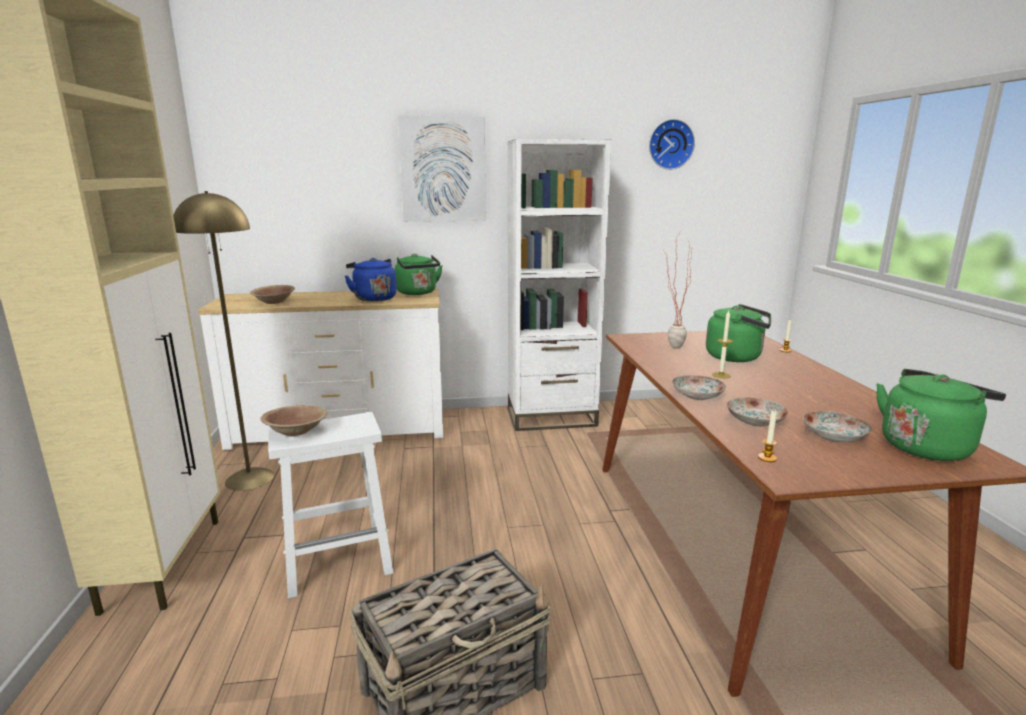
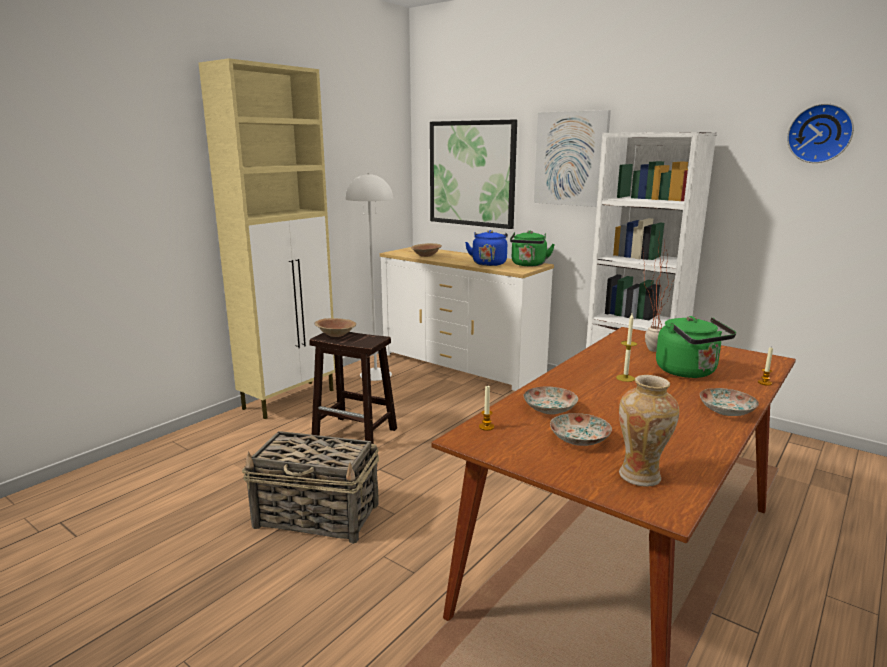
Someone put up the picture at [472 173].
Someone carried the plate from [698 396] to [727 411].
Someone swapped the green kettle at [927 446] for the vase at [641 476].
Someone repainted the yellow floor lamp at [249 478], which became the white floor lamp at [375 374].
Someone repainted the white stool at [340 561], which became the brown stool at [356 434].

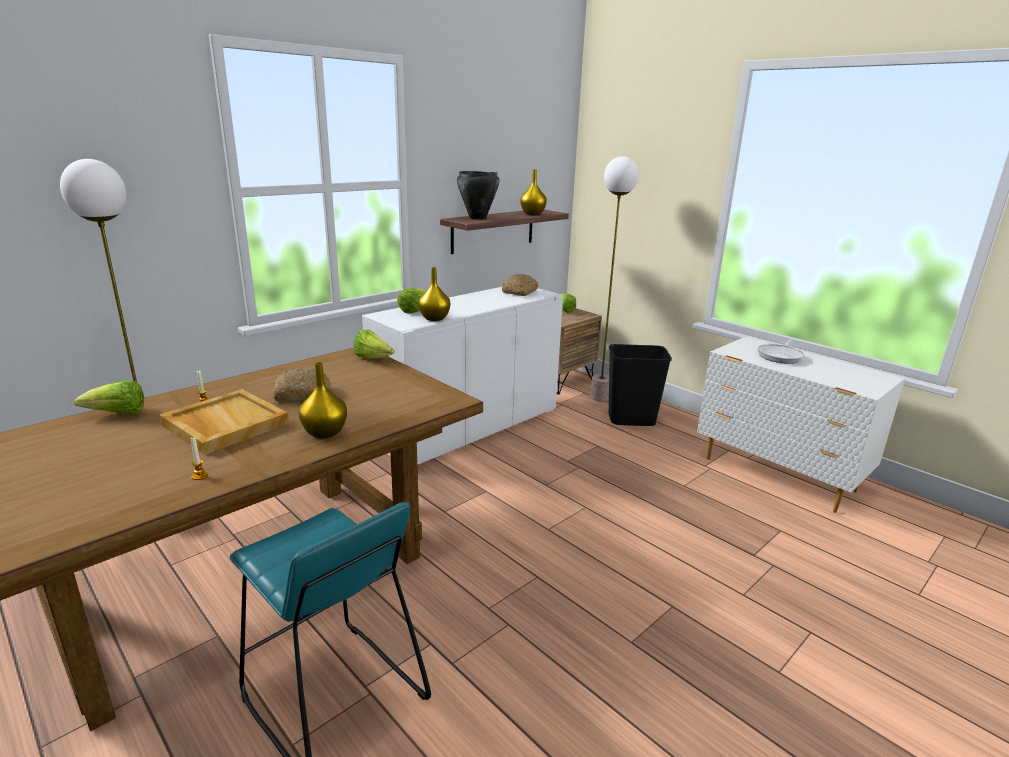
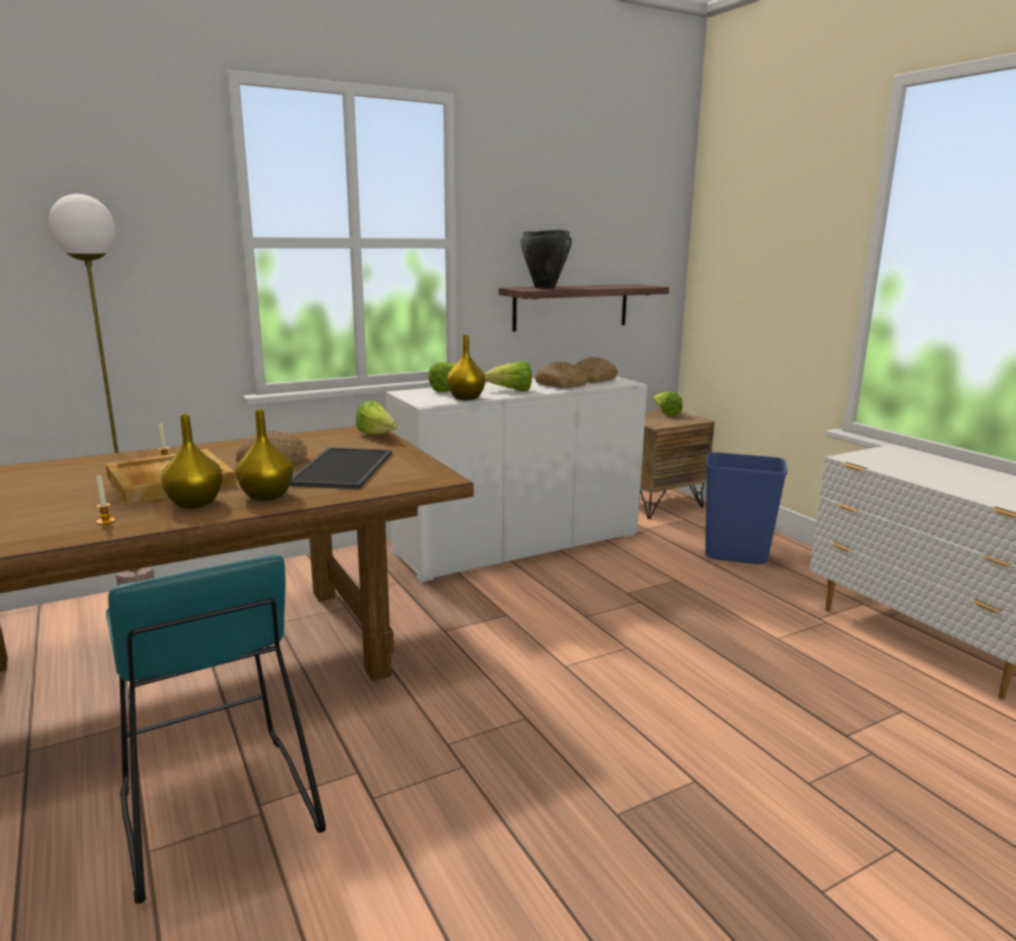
Someone took away the floor lamp at [599 397].
Someone took away the frying pan at [780 356].
Someone put down the tray at [341 468].
Someone put down the bread at [561 385].
Someone carried the lettuce from [118 414] to [511 391].
Someone carried the yellow vase from [533 214] to [194 504].
Someone repainted the black trash can at [631 420], which became the blue trash can at [736 555].

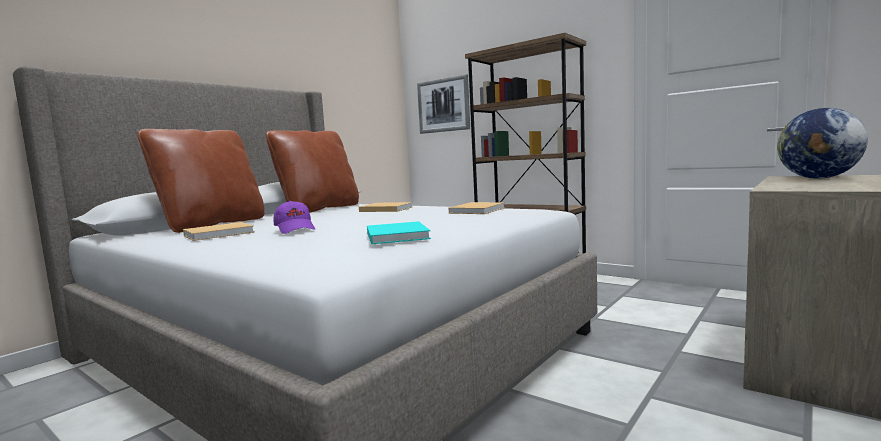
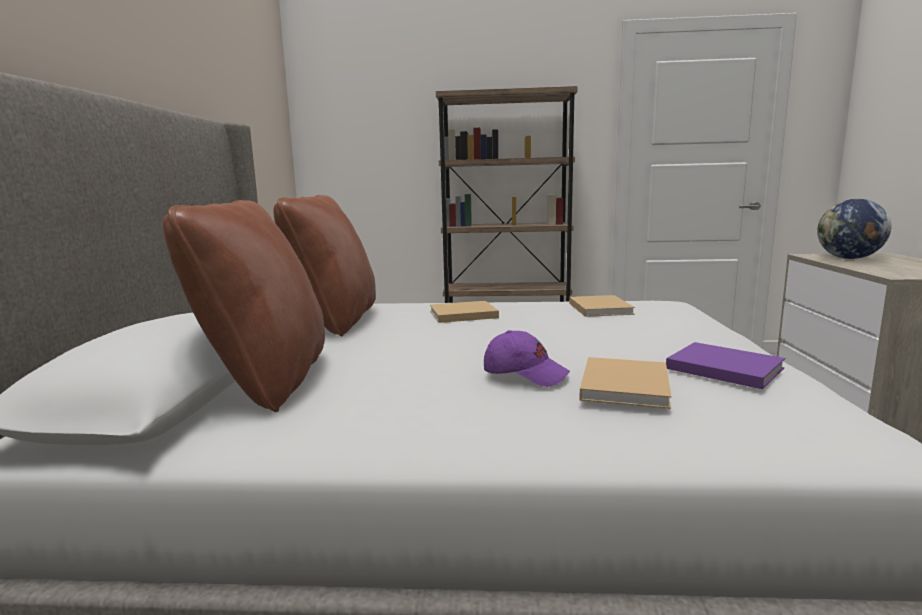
Someone took away the picture at [443 105].
Someone carried the beige book from [221 233] to [625 384].
Someone repainted the turquoise book at [396 235], which became the purple book at [721 367].

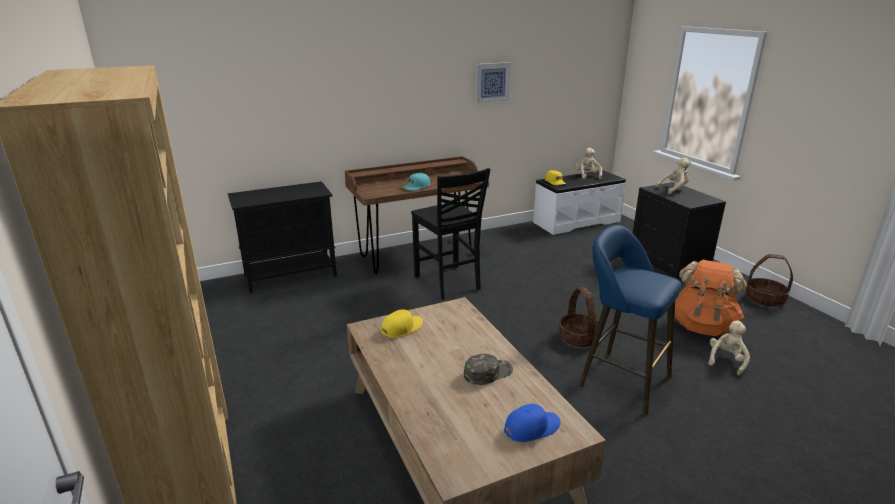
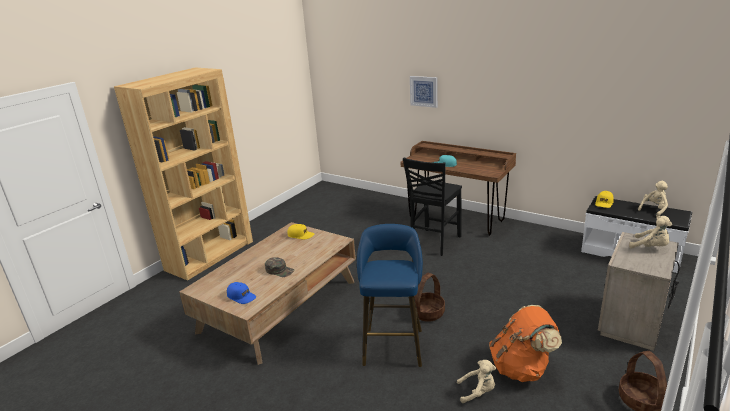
Someone took away the black cabinet at [291 275].
Someone carried the picture from [492 82] to [424 91].
Someone repainted the black nightstand at [669 261], which became the beige nightstand at [632 322].

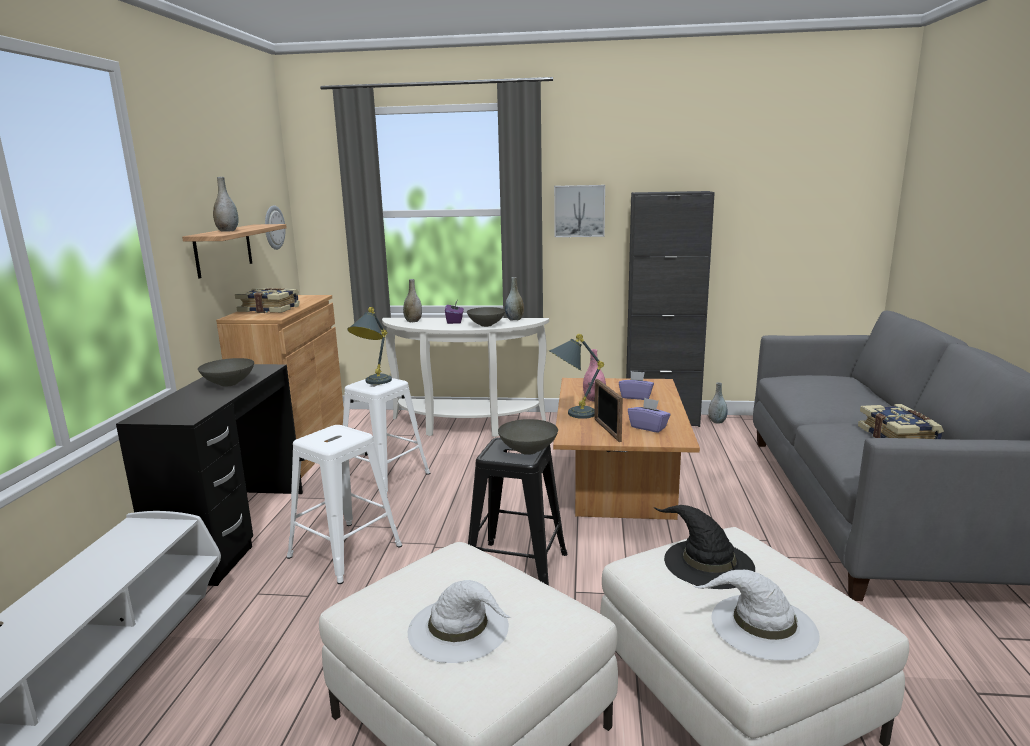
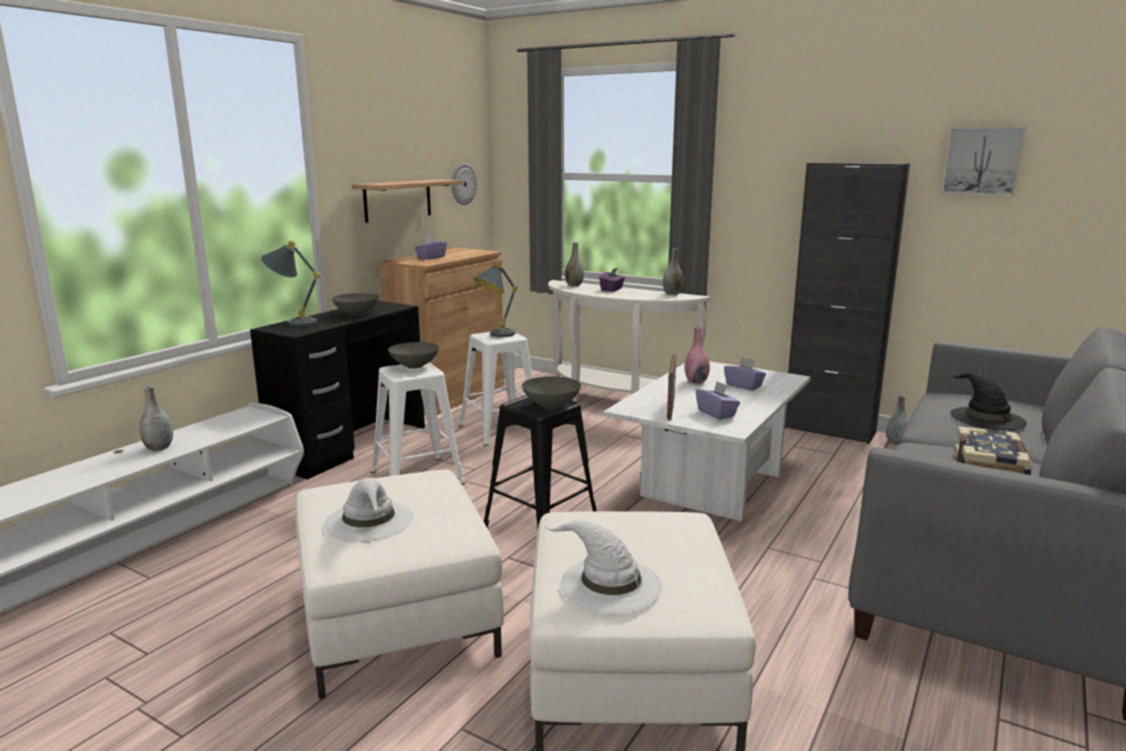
Someone carried the grey vase from [228 231] to [159 448].
Someone carried the grey bowl from [486 325] to [414 366].
Someone carried the grey table lamp from [571 415] to [292 323].
Someone carried the picture from [579 211] to [982 161].
Someone carried the black hat from [707 563] to [986 418].
Someone swapped the book at [270 309] for the purple tissue box at [431 257].
Someone repainted the brown coffee table at [618 490], which became the white coffee table at [708 483].

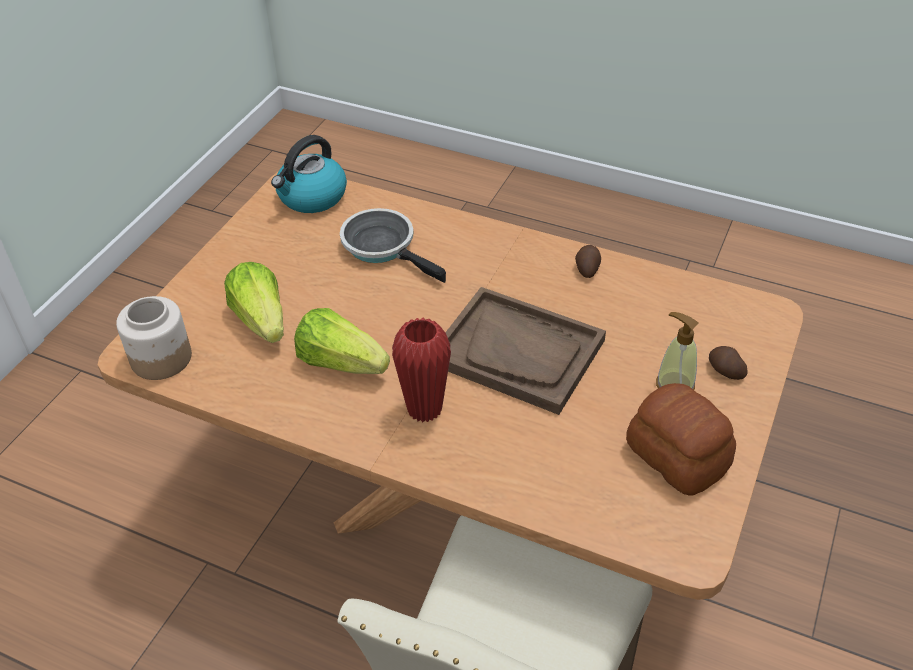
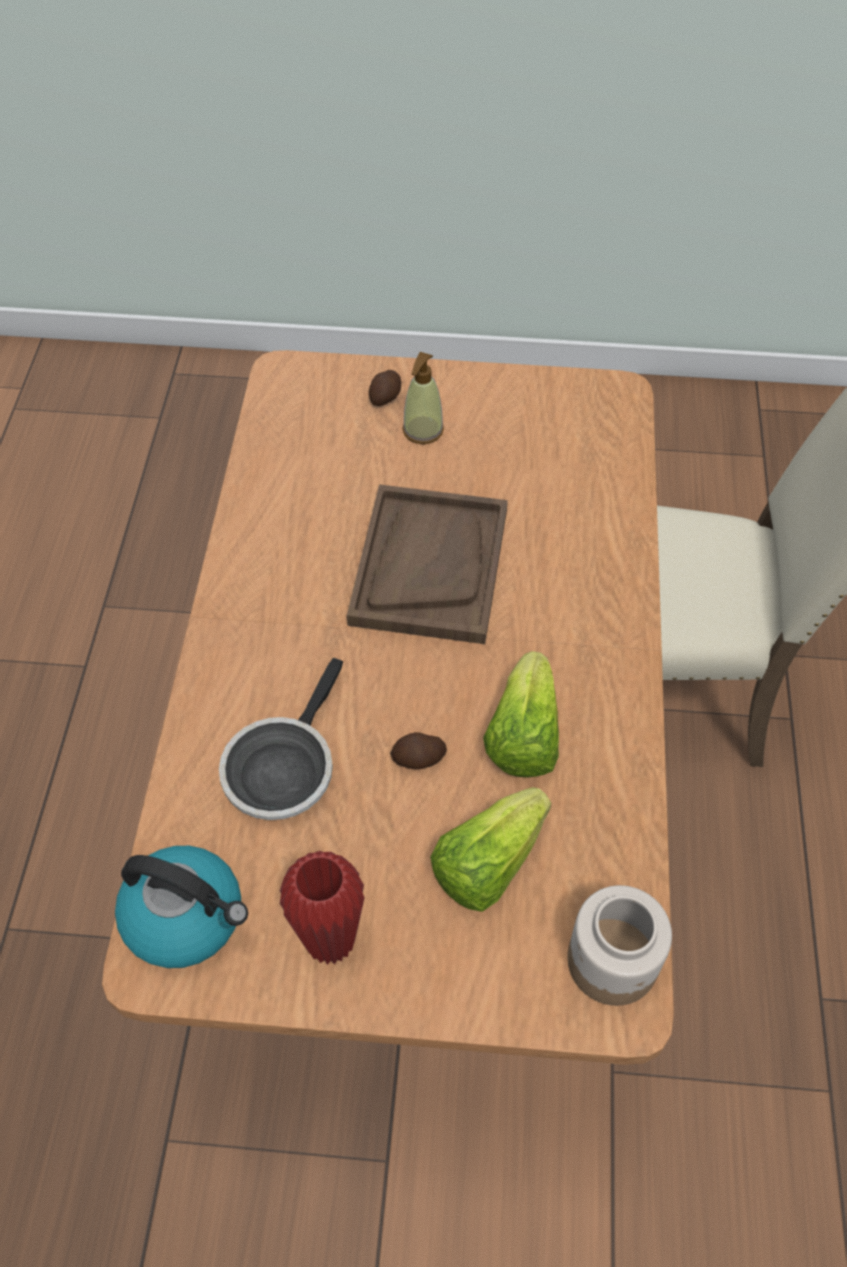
Someone took away the bread at [677 455].
Someone carried the red vase from [424 409] to [330 941].
Someone carried the potato from [587 268] to [419 759].

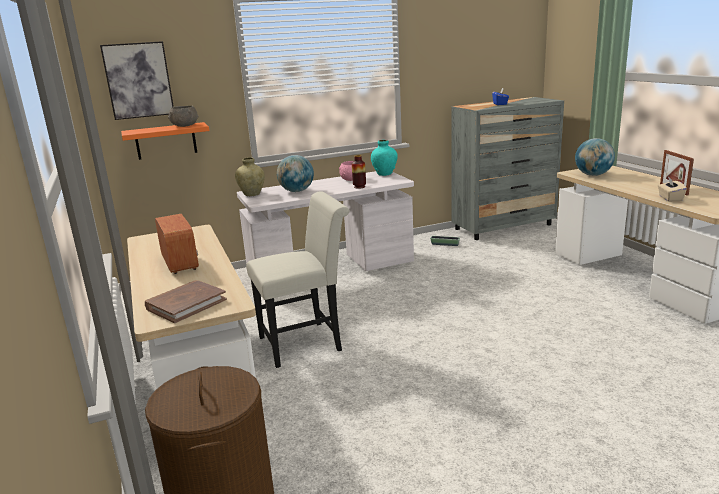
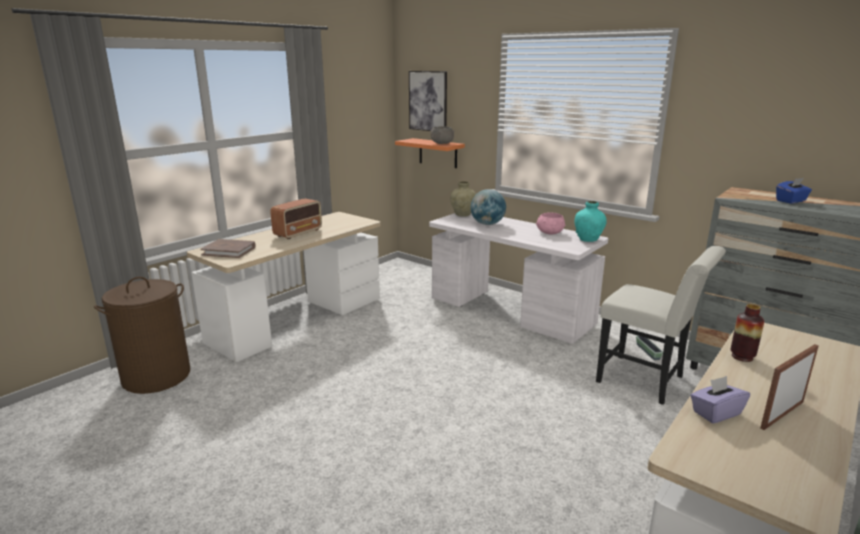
Someone took away the globe at [593 175].
Someone carried the white chair from [306 342] to [646 381].
Someone carried the vase from [359 187] to [742 357].
Someone repainted the beige tissue box at [670 198], which became the purple tissue box at [715 413].

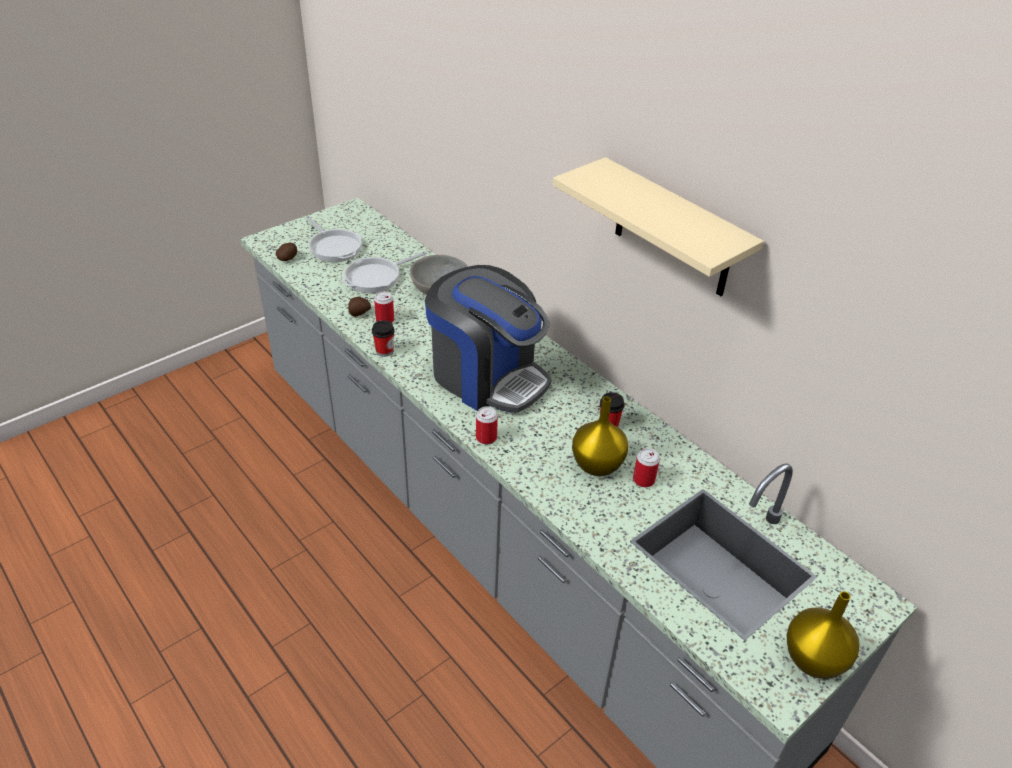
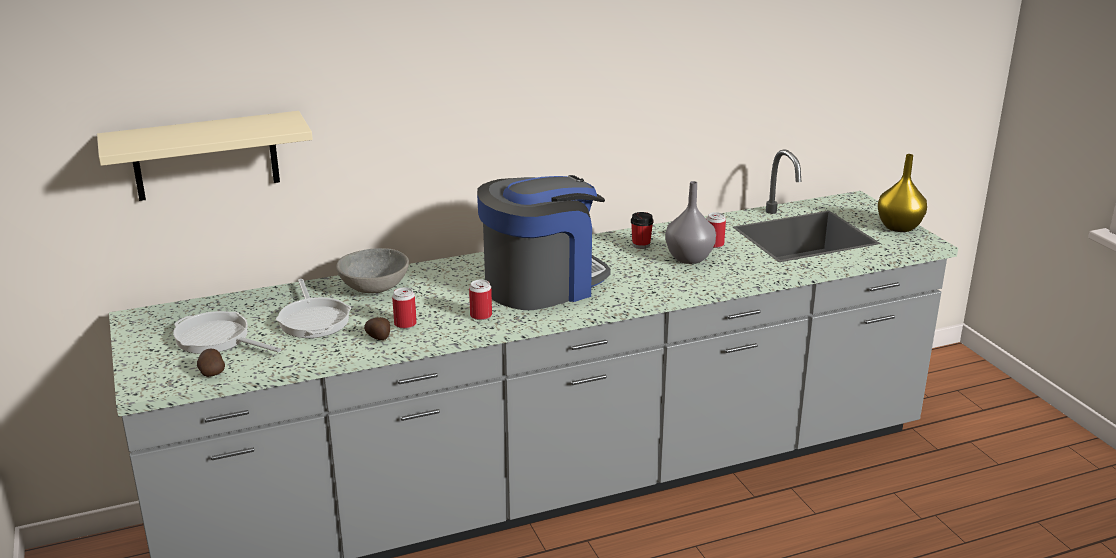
Someone took away the cup at [384 351].
Someone carried the can from [486 437] to [481 315].
Someone carried the beige shelf from [673 230] to [205 156].
Someone repainted the yellow vase at [598 465], which became the grey vase at [689 258].
Someone rotated the frying pan at [334 247] by 135 degrees counterclockwise.

